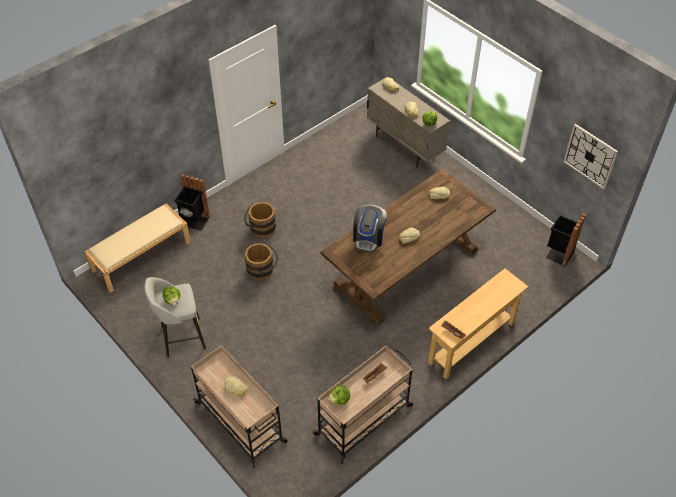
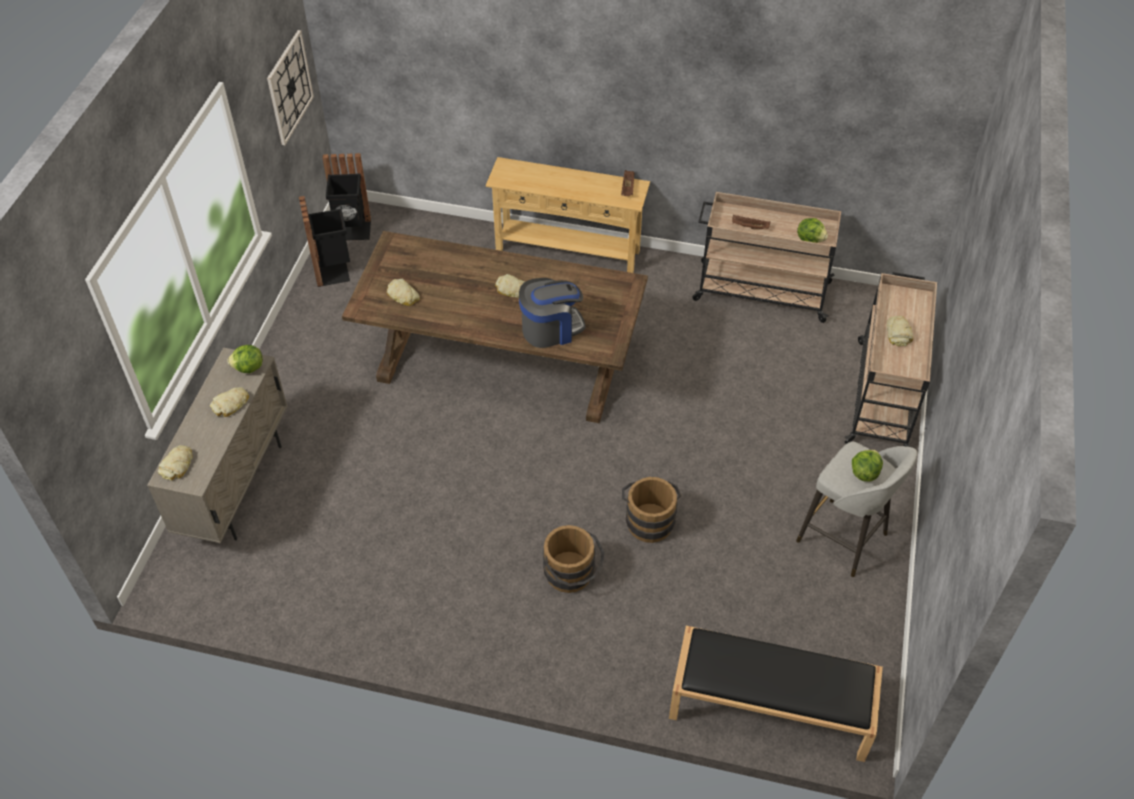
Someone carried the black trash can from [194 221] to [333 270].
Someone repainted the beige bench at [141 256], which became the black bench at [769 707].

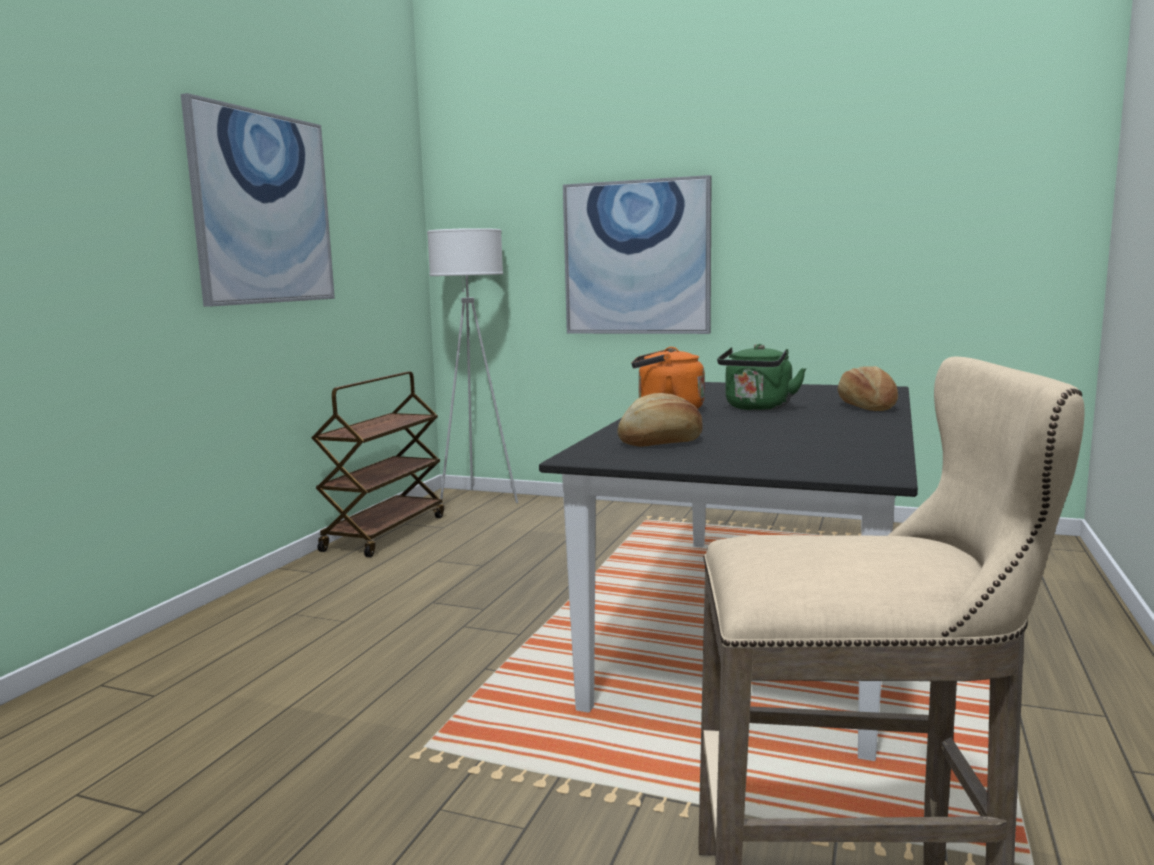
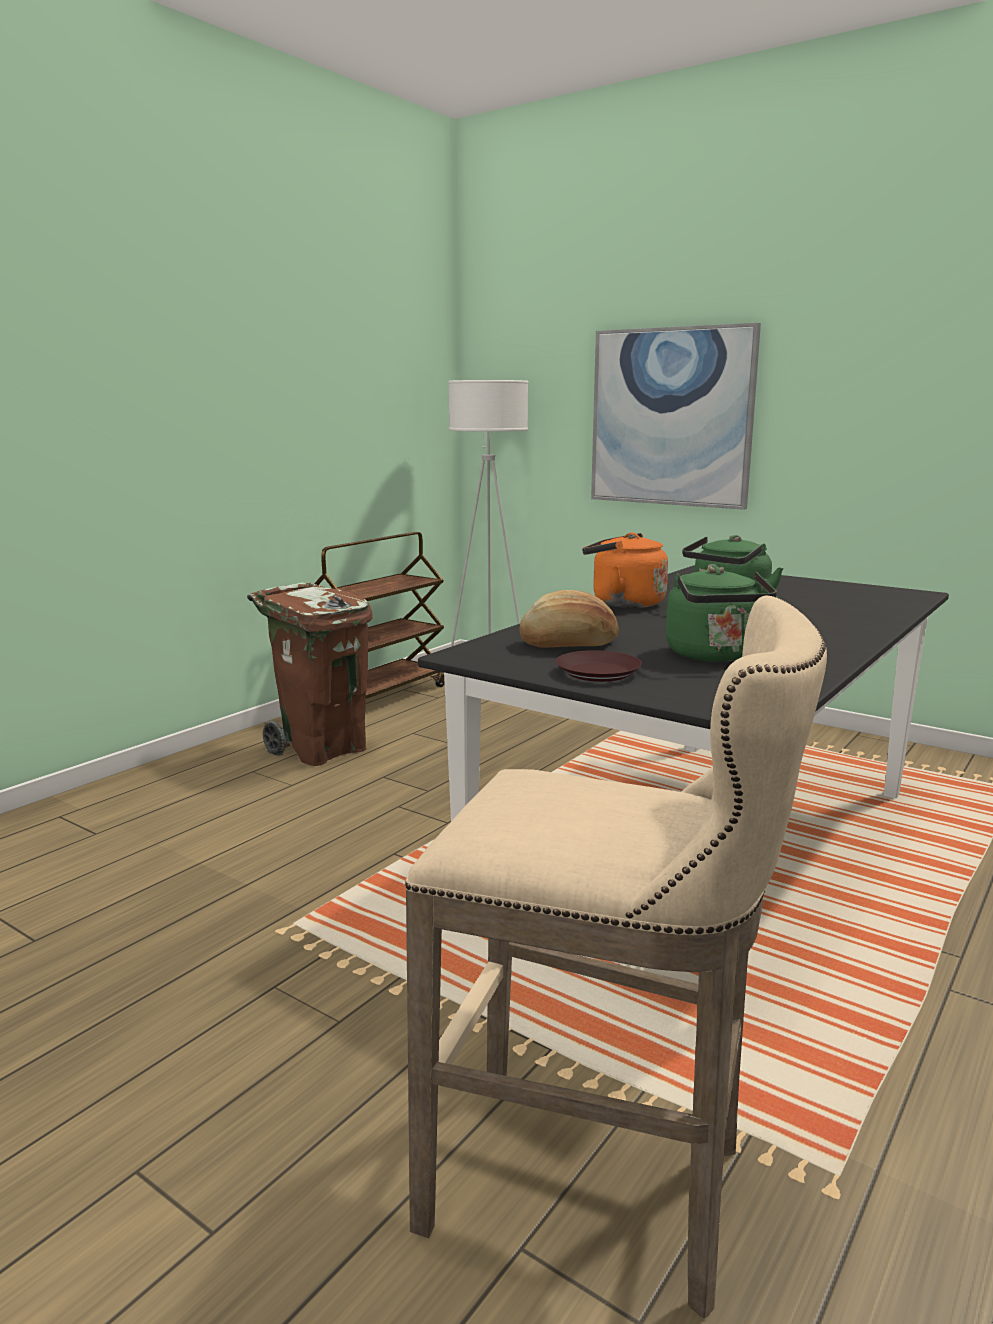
Someone took away the picture at [263 208].
Someone took away the bread at [866 406].
Someone put down the brown trash can at [322 750].
Someone put down the brown plate at [597 673].
Someone put down the green kettle at [714 656].

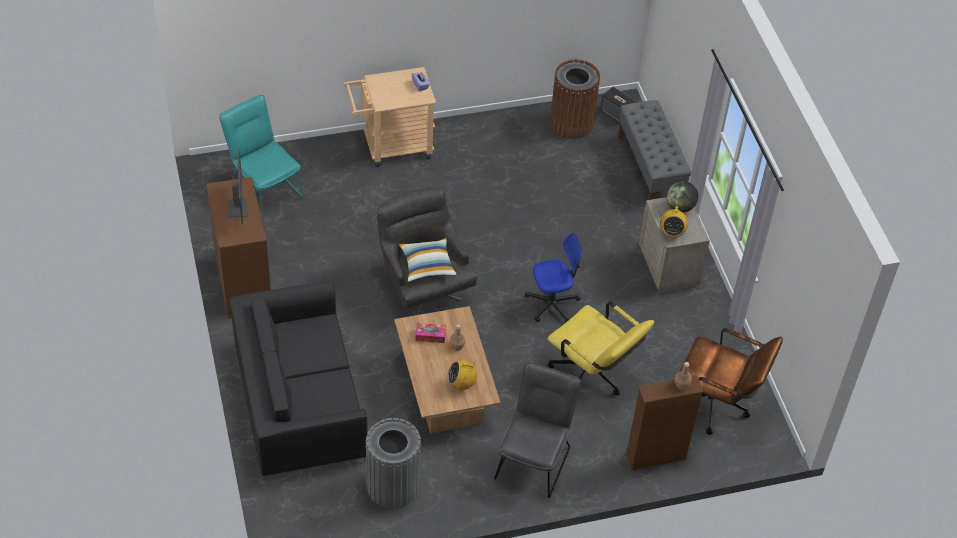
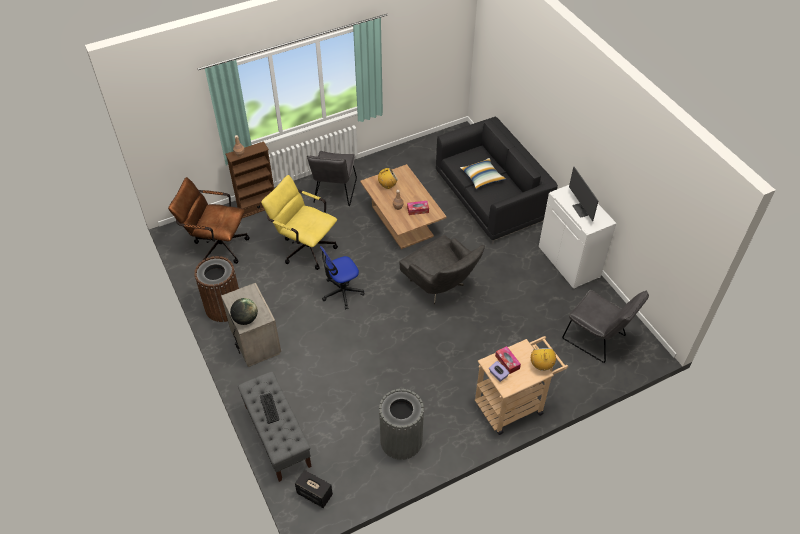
Someone put down the keyboard at [269 408].
Someone put down the tissue box at [507 362].
Someone carried the grey trash can from [393 485] to [401 440].
Someone carried the pillow from [427 265] to [482 178].
Someone carried the brown trash can from [571 123] to [223 307].
Someone carried the radio from [671 233] to [541 365].
Someone repainted the brown cabinet at [242 282], which became the white cabinet at [569 262].
Someone repainted the turquoise chair at [263 188], which became the grey chair at [597 339].

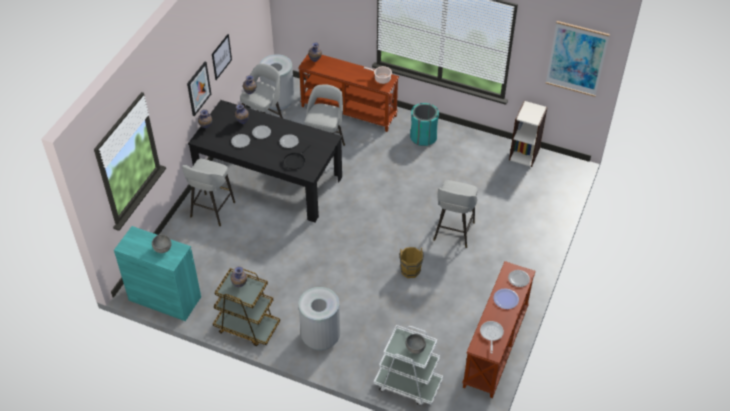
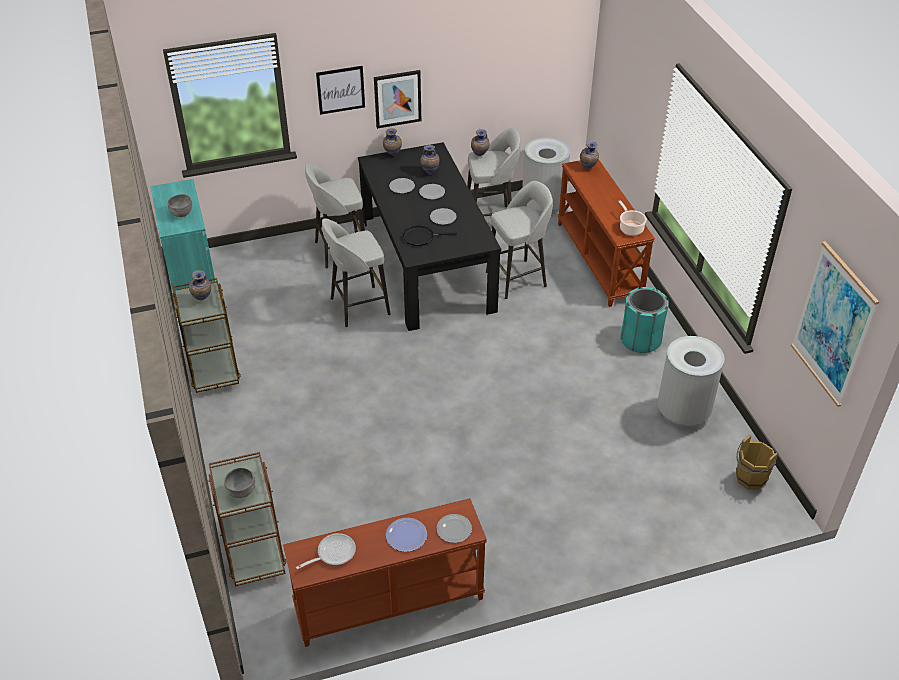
Someone took away the bookcase at [524 154].
Someone carried the picture from [221 57] to [340 90].
Someone carried the grey trash can from [320 337] to [682 412].
Someone carried the brown bucket from [410 272] to [749 480].
Someone carried the grey stool from [453 232] to [358 307].
Someone repainted the white cart at [407 384], which became the brown cart at [253 548].

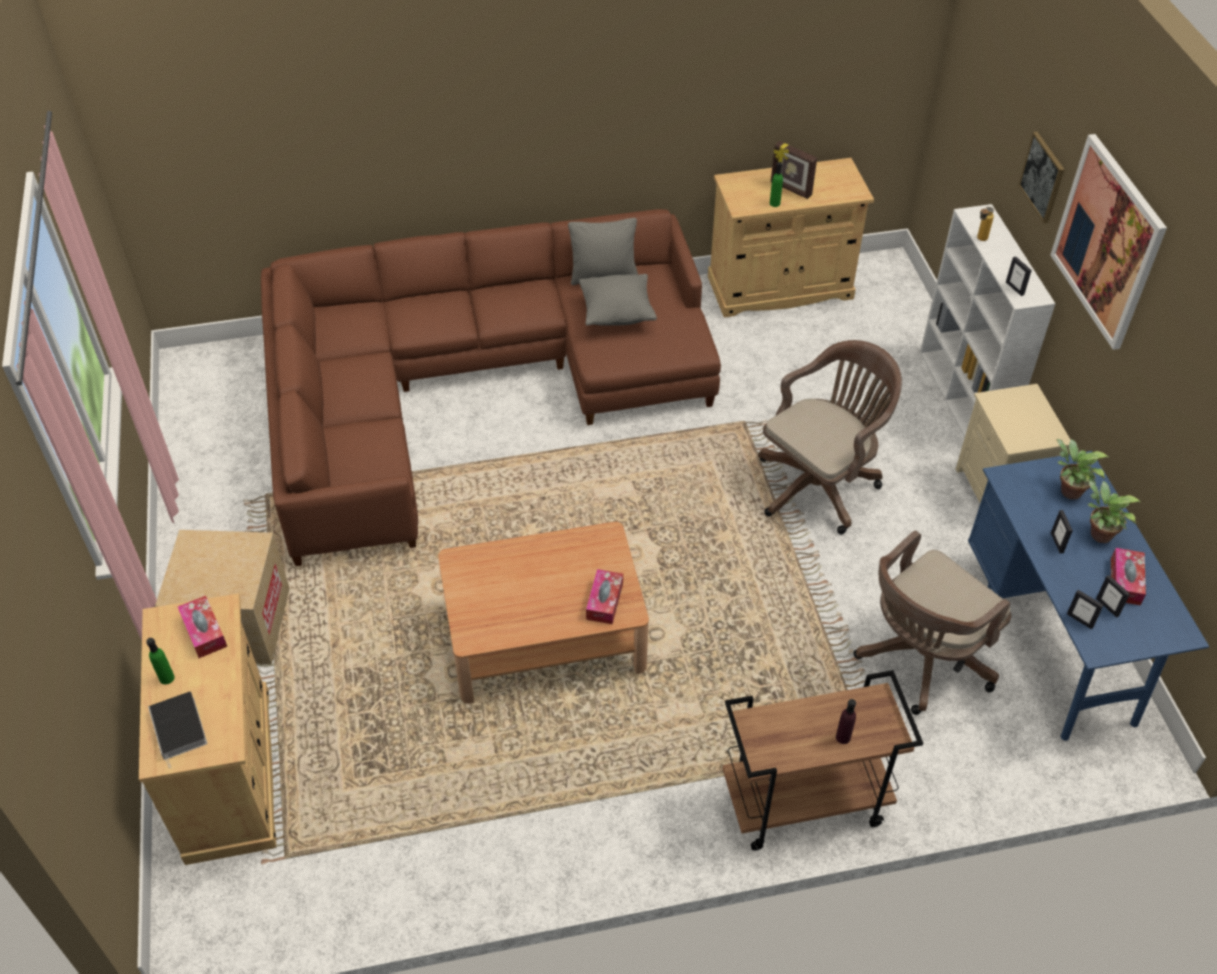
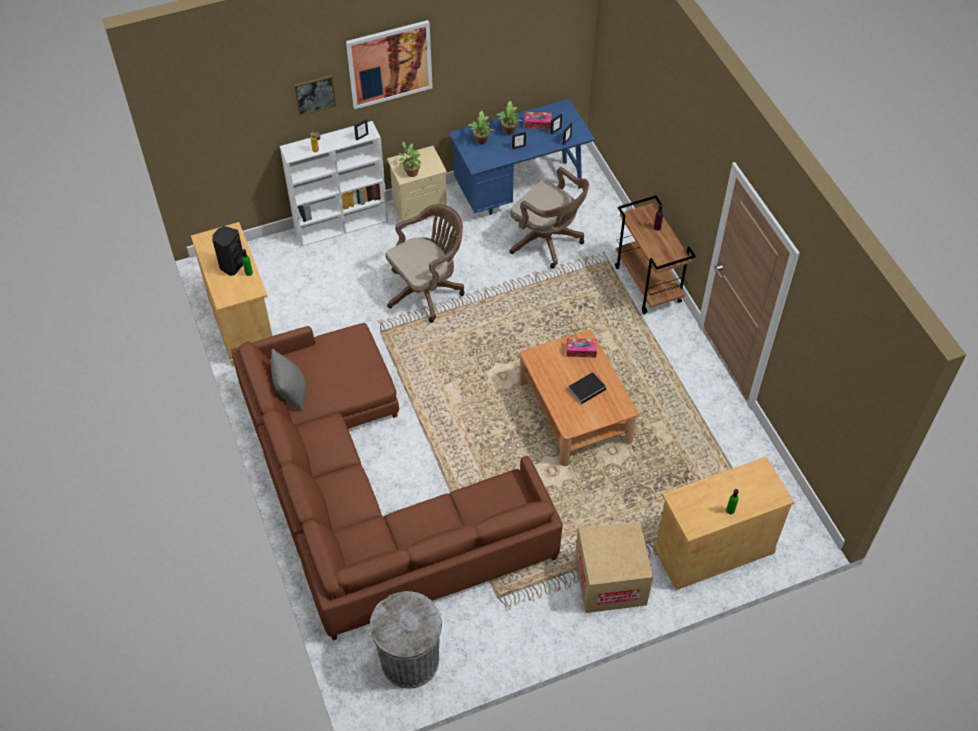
Someone took away the tissue box at [204 632].
Someone took away the grey pillow at [617 314].
Someone put down the grey trash can at [410 661].
Someone put down the potted plant at [411 172].
Someone carried the book from [179 729] to [587 389].
Someone swapped the picture frame at [790 189] for the black speaker at [231 265].
Someone rotated the brown office chair at [820 483] by 105 degrees clockwise.

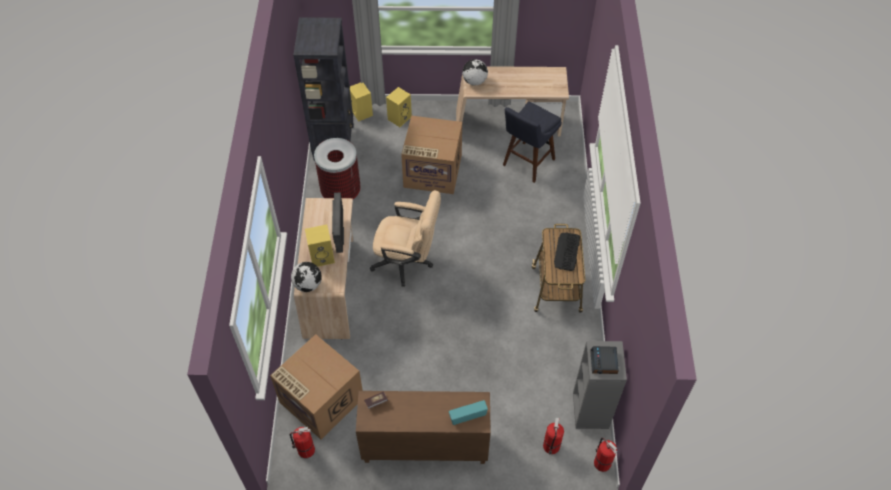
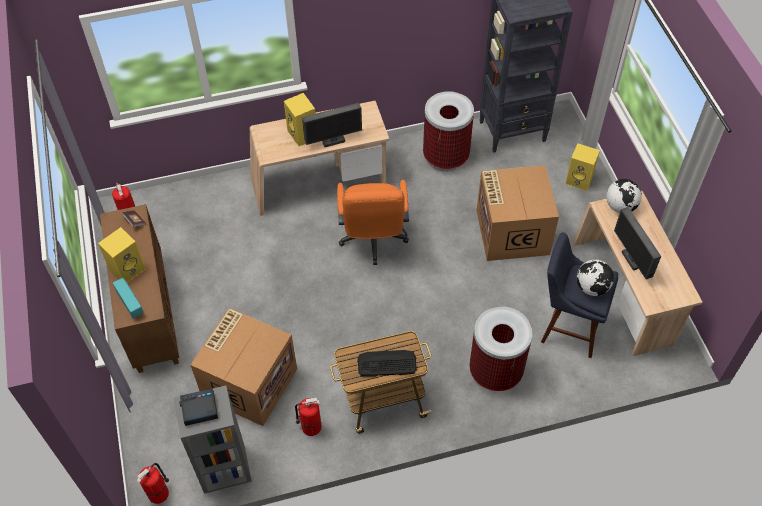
Someone put down the trash can at [495 372].
Someone put down the monitor at [631 260].
Someone carried the cardboard box from [320 400] to [249 382].
Someone carried the globe from [308 285] to [592 287].
Someone carried the yellow speaker from [361 112] to [128 269].
Someone carried the fire extinguisher from [551 447] to [310 427].
Someone repainted the beige office chair at [407 262], which became the orange office chair at [373 241].

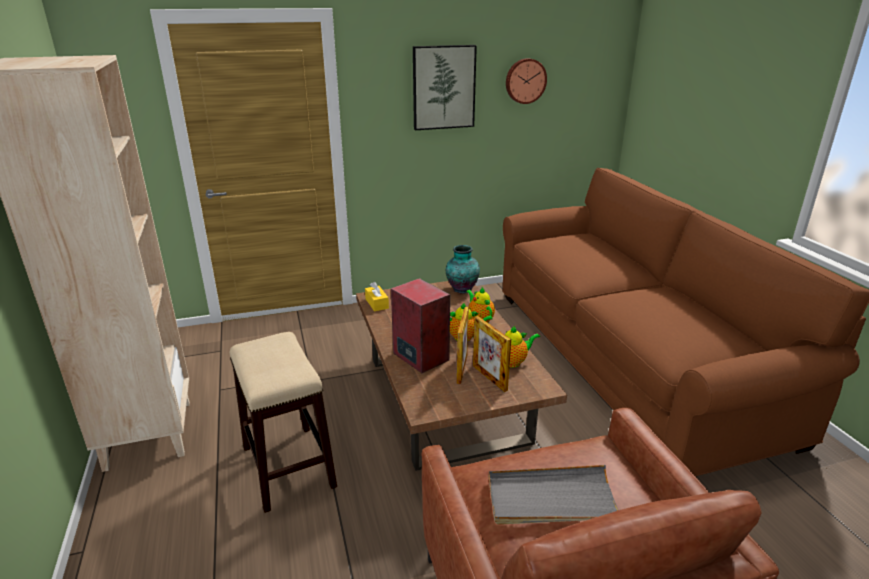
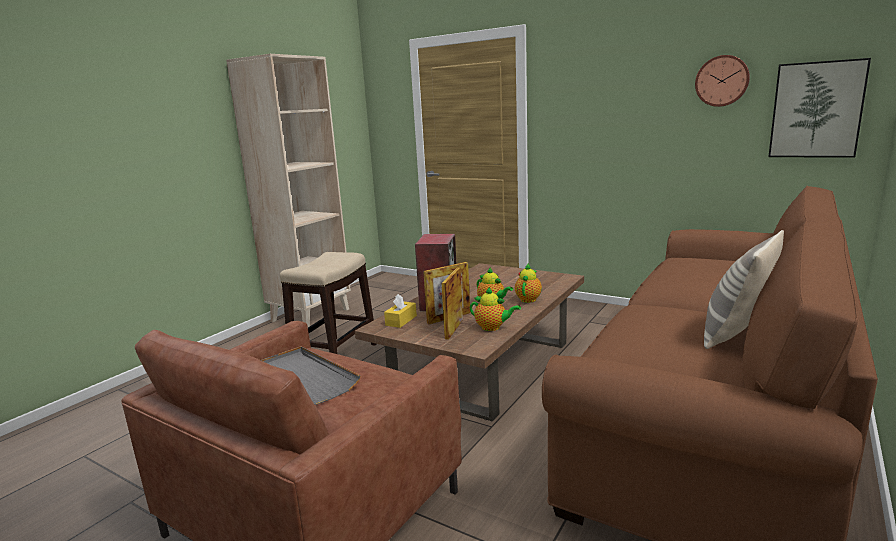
Someone took away the vase at [461 289].
Someone put down the pillow at [735 335].
Someone carried the yellow tissue box from [377 303] to [401 320].
Someone carried the picture from [443 87] to [816 110].

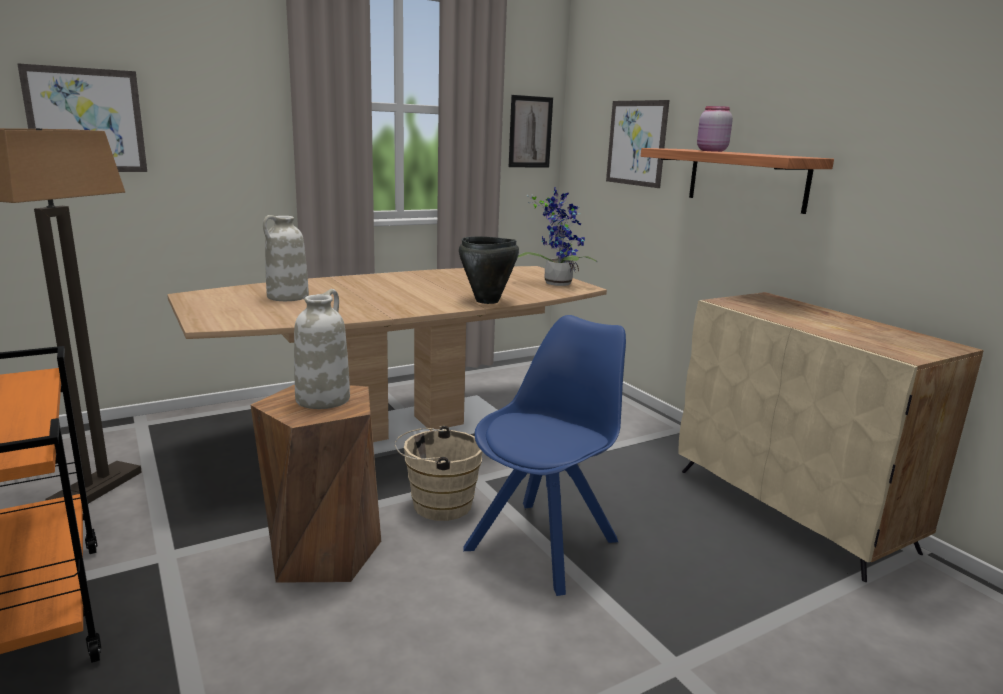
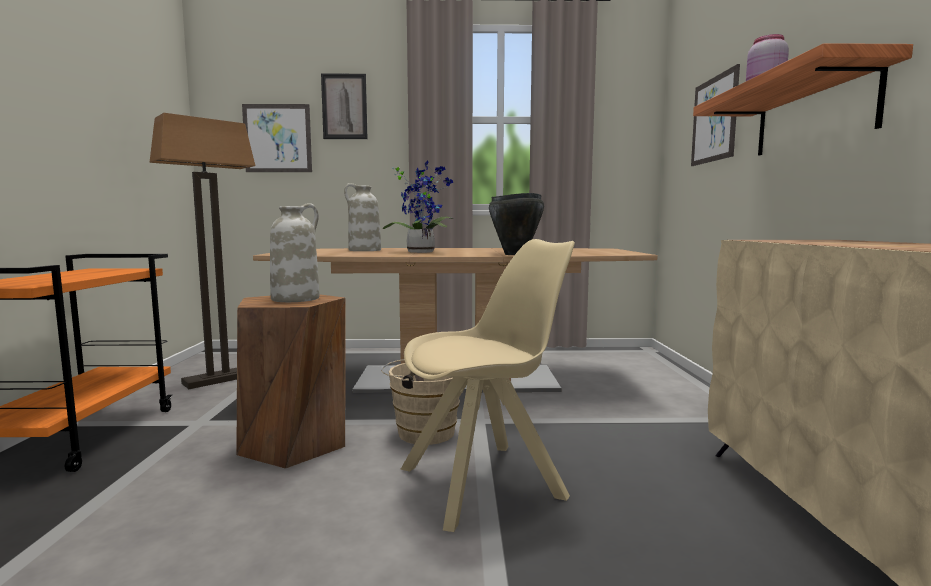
Someone carried the picture from [530 132] to [344 106].
Someone carried the potted plant from [557 283] to [422 252].
Someone repainted the blue chair at [545 543], which became the beige chair at [486 482].

